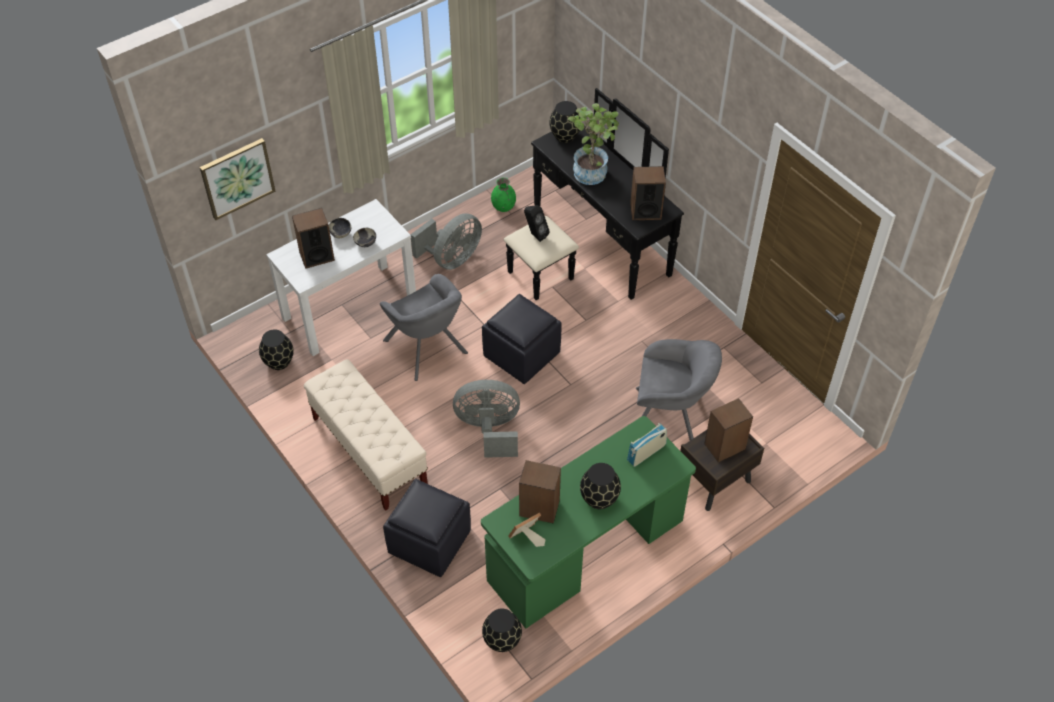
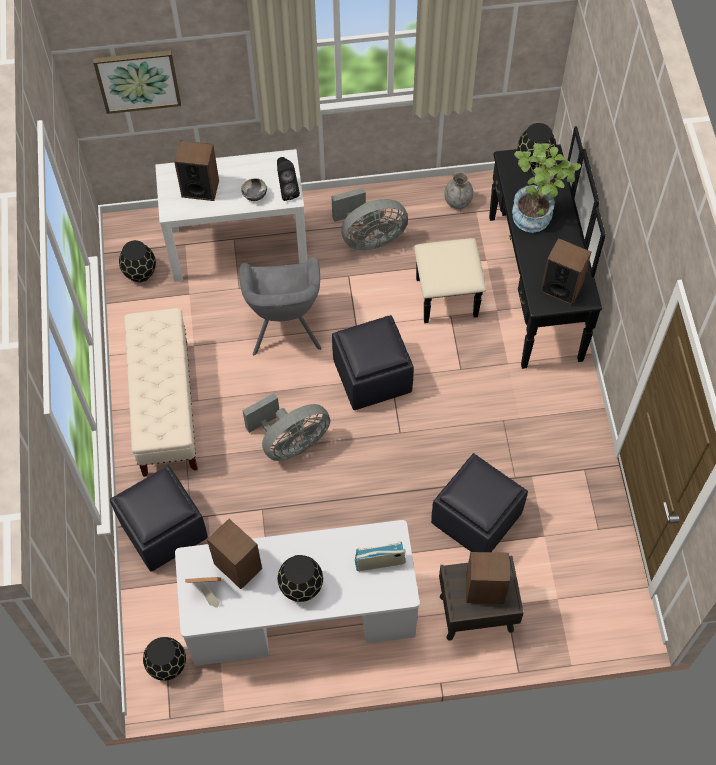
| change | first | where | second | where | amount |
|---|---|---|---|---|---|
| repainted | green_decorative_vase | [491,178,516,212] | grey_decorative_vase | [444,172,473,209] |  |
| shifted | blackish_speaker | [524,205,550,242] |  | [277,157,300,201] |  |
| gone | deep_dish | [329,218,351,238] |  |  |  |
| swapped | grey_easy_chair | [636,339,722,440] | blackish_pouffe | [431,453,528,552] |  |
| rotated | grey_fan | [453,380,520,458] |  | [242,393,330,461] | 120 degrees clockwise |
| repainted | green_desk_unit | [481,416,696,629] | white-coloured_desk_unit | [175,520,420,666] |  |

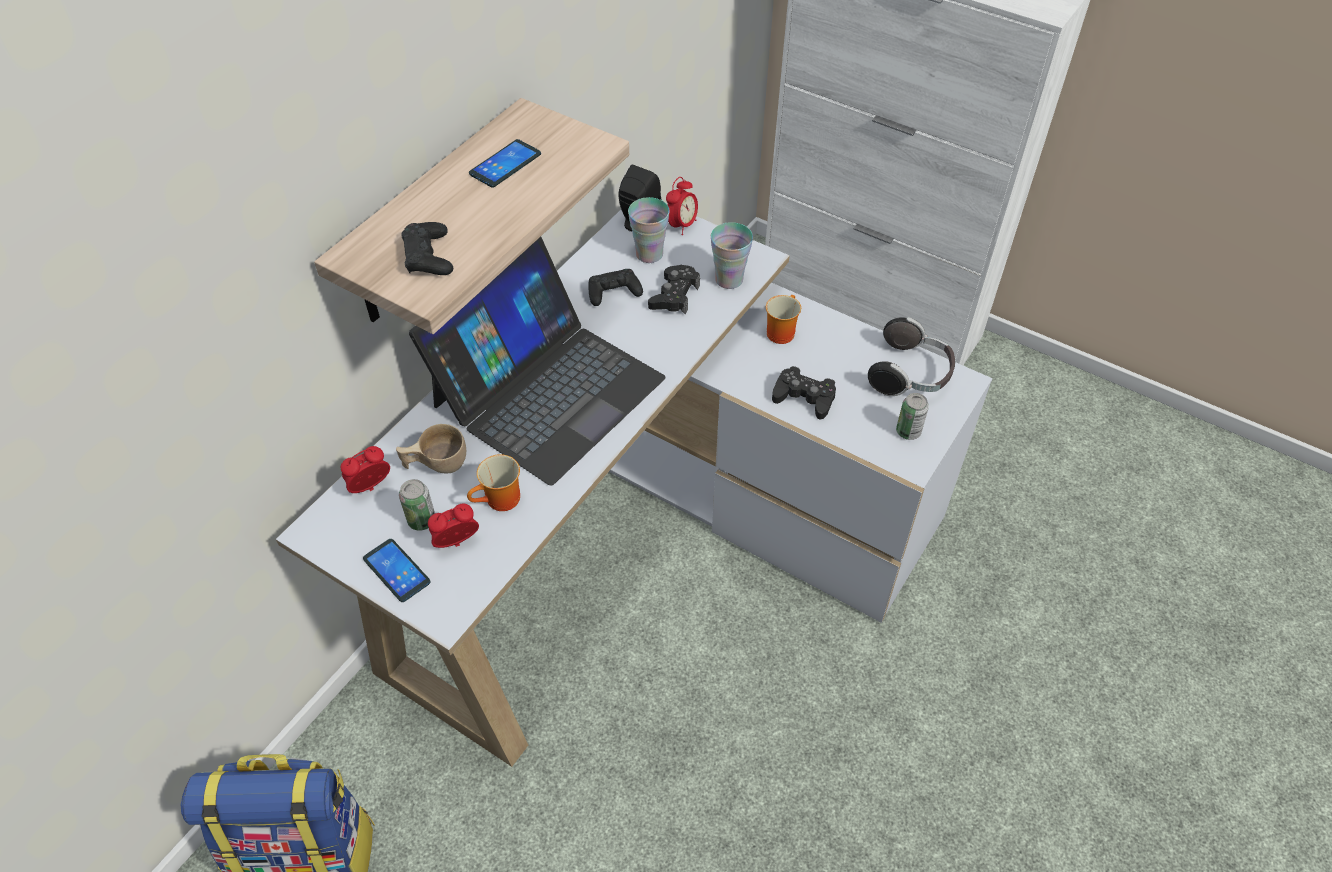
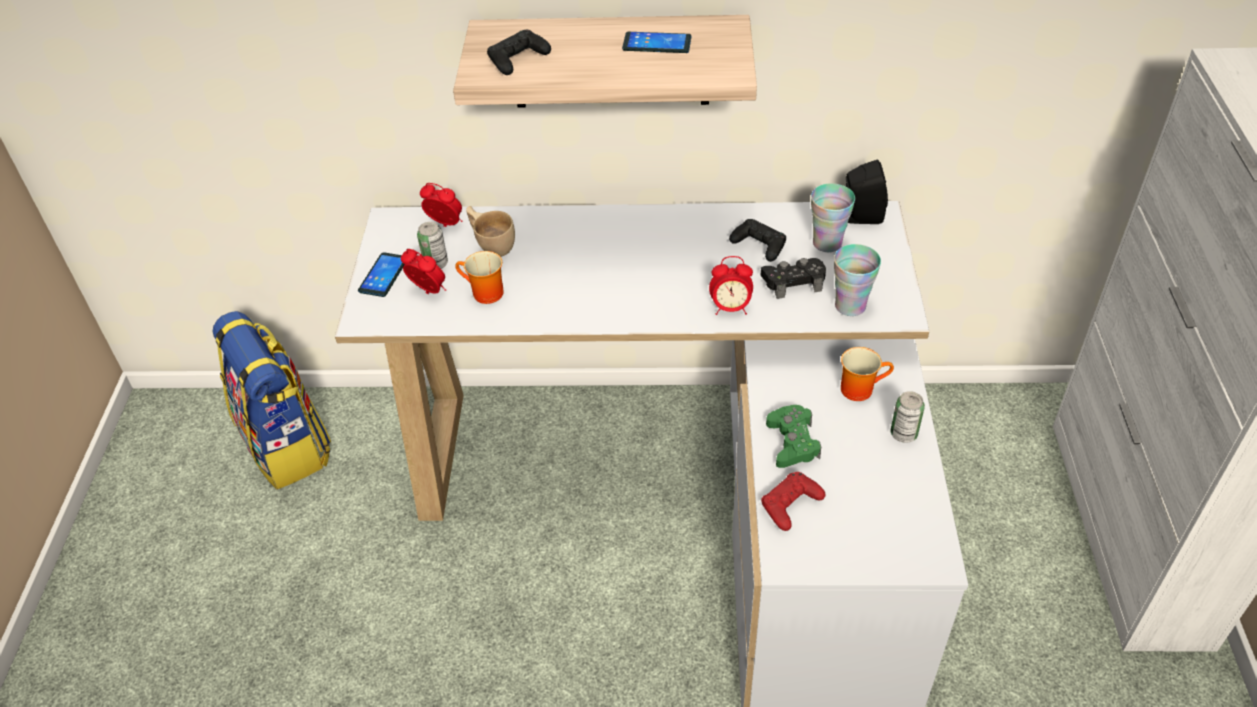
| change | first | where | second | where | amount |
|---|---|---|---|---|---|
| shifted | table_clock | [666,177,698,235] |  | [709,256,753,315] |  |
| gone | notebook_computer | [409,237,666,486] |  |  |  |
| gone | headset | [868,317,955,396] |  |  |  |
| repainted | blackish_gamepad | [772,366,836,420] | green_gamepad | [766,405,821,468] |  |
| shifted | can | [896,393,929,440] |  | [890,391,925,443] |  |
| new |  |  | red_gamepad | [761,472,825,531] |  |

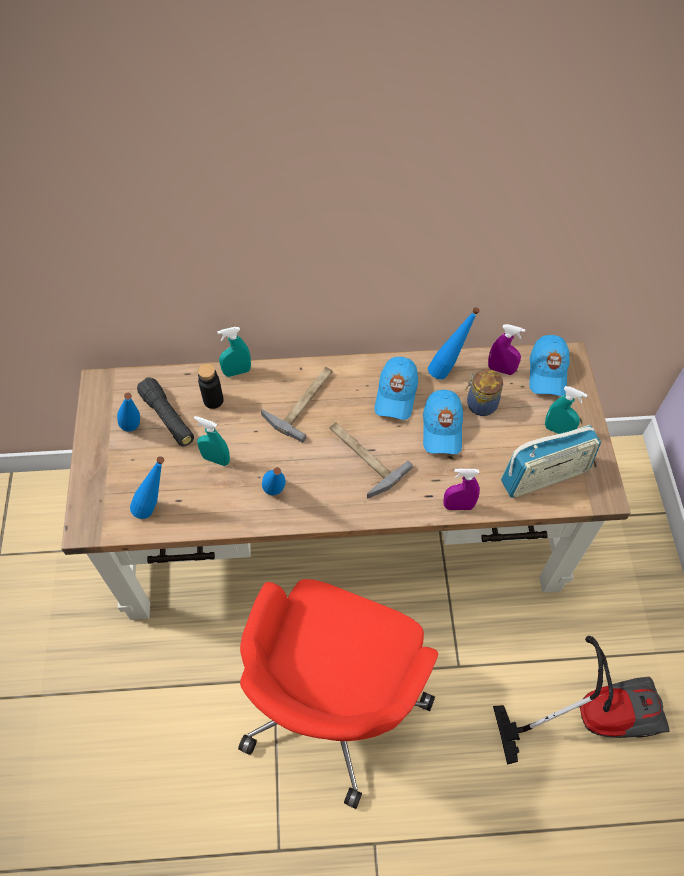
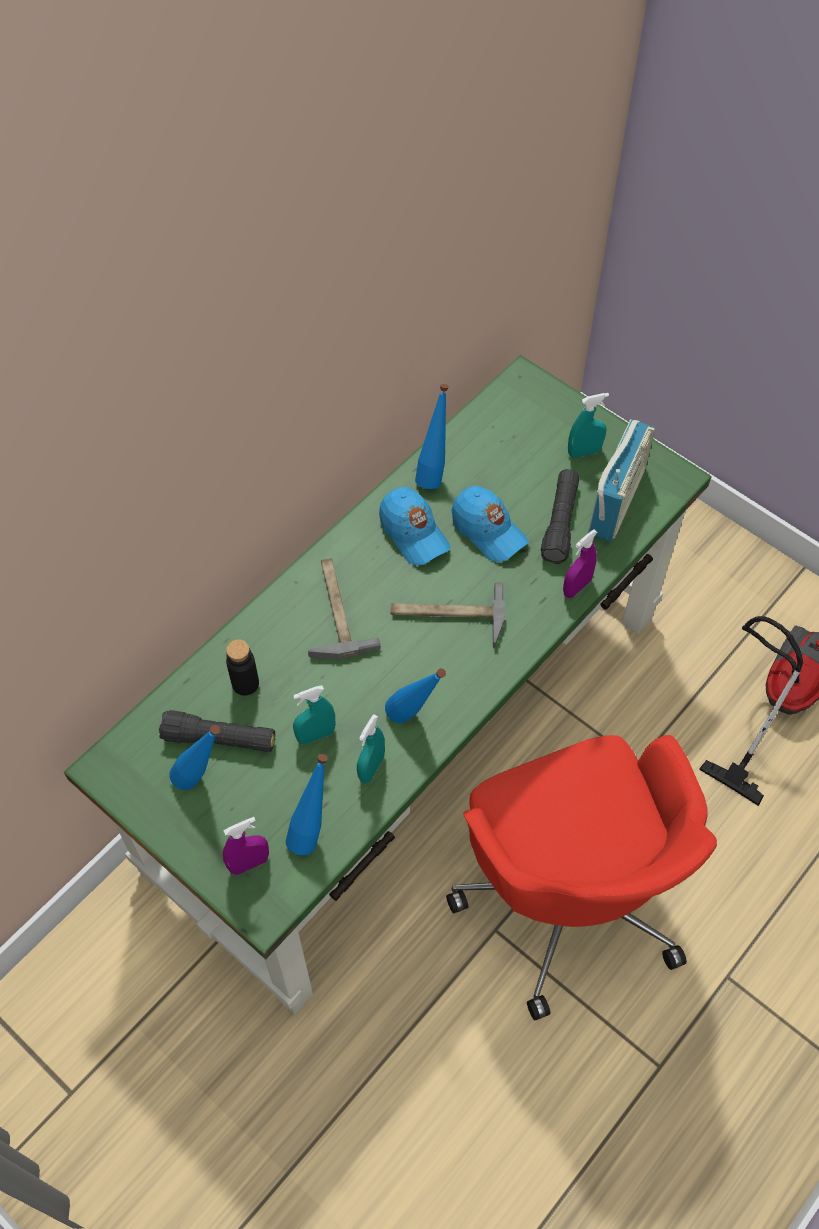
| change | first | where | second | where | amount |
|---|---|---|---|---|---|
| shifted | purplish_spray_bottle | [488,324,525,375] |  | [223,817,269,875] |  |
| shifted | turquoise-coloured_spray_bottle | [217,327,251,377] |  | [357,714,385,783] |  |
| gone | blue_peaked_cap | [529,335,569,396] |  |  |  |
| repainted | brown-coloured_desk_unit | [61,342,631,620] | green_desk_unit | [64,355,712,1015] |  |
| gone | storage_jar | [465,369,503,416] |  |  |  |
| new |  |  | blackish_hand_torch | [541,469,579,564] |  |

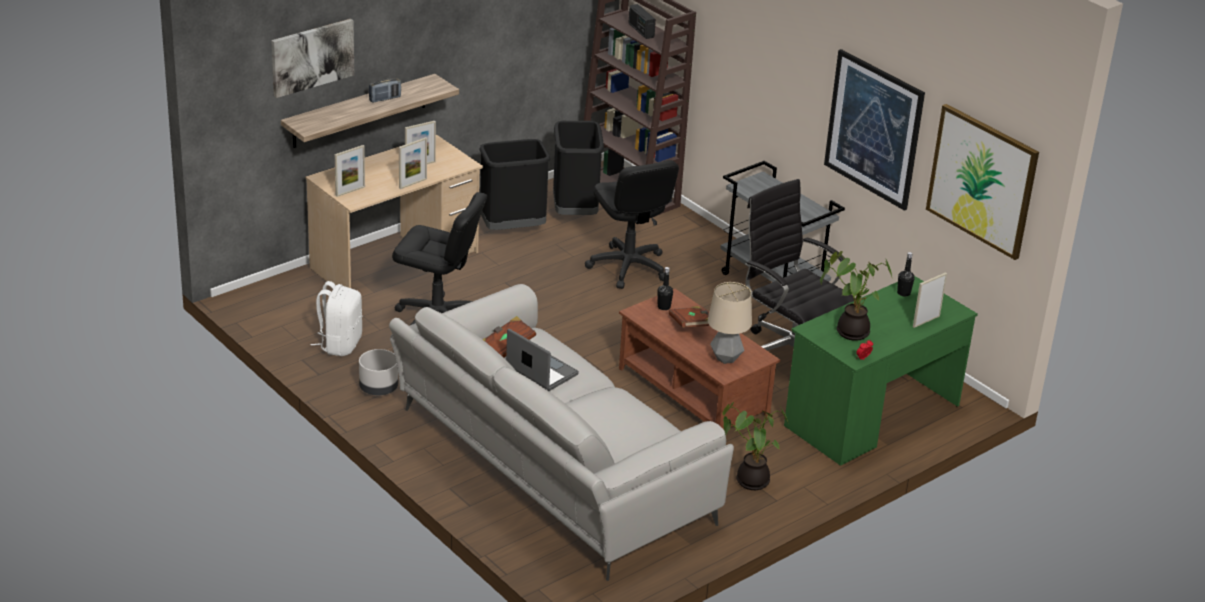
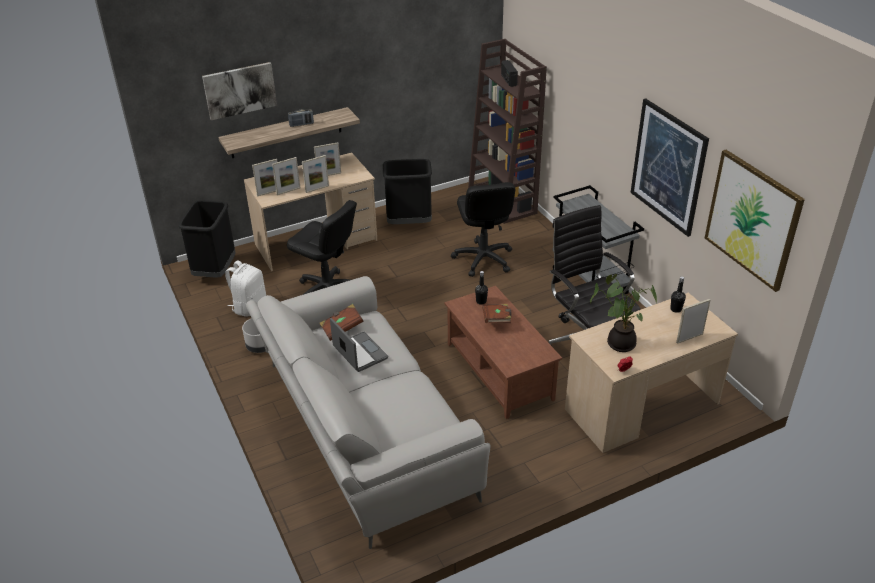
| change | first | where | second | where | amount |
|---|---|---|---|---|---|
| shifted | blackish_rubbish_bin | [553,121,604,215] |  | [179,200,235,278] |  |
| repainted | green_desk_unit | [784,276,978,466] | beige-coloured_desk_unit | [565,293,738,453] |  |
| gone | tabletop_lamp | [708,282,752,364] |  |  |  |
| gone | plant_in_a_pot | [722,402,788,490] |  |  |  |
| new |  |  | standing_frame | [272,157,300,195] |  |

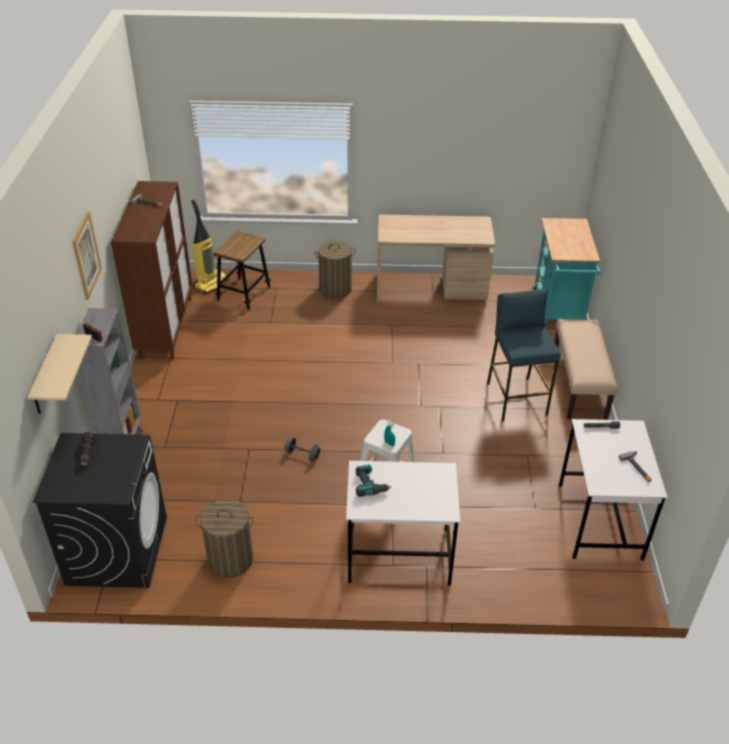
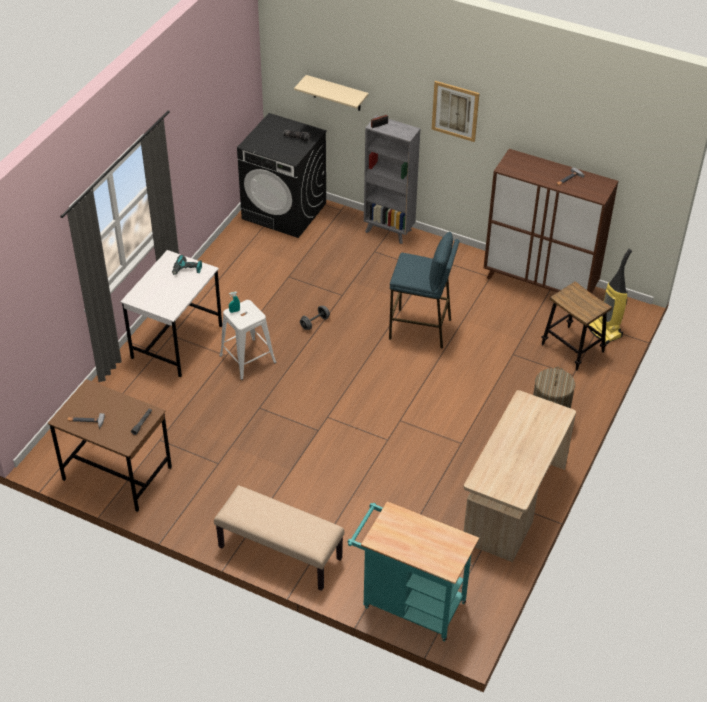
| change | first | where | second | where | amount |
|---|---|---|---|---|---|
| shifted | blue_sitting_stool | [487,289,561,421] |  | [389,232,460,349] |  |
| repainted | white-coloured_desk_unit | [559,419,667,561] | brown-coloured_desk_unit | [48,379,172,512] |  |
| gone | laundry_basket | [195,499,254,578] |  |  |  |

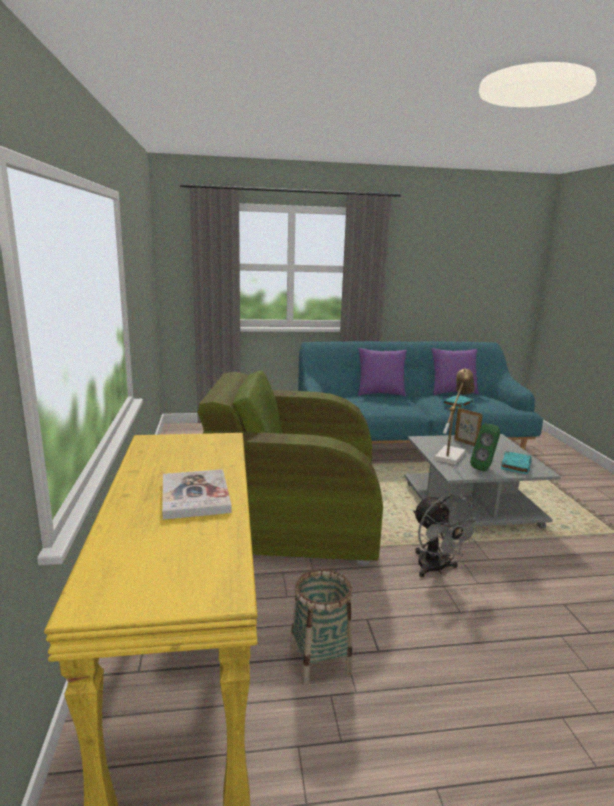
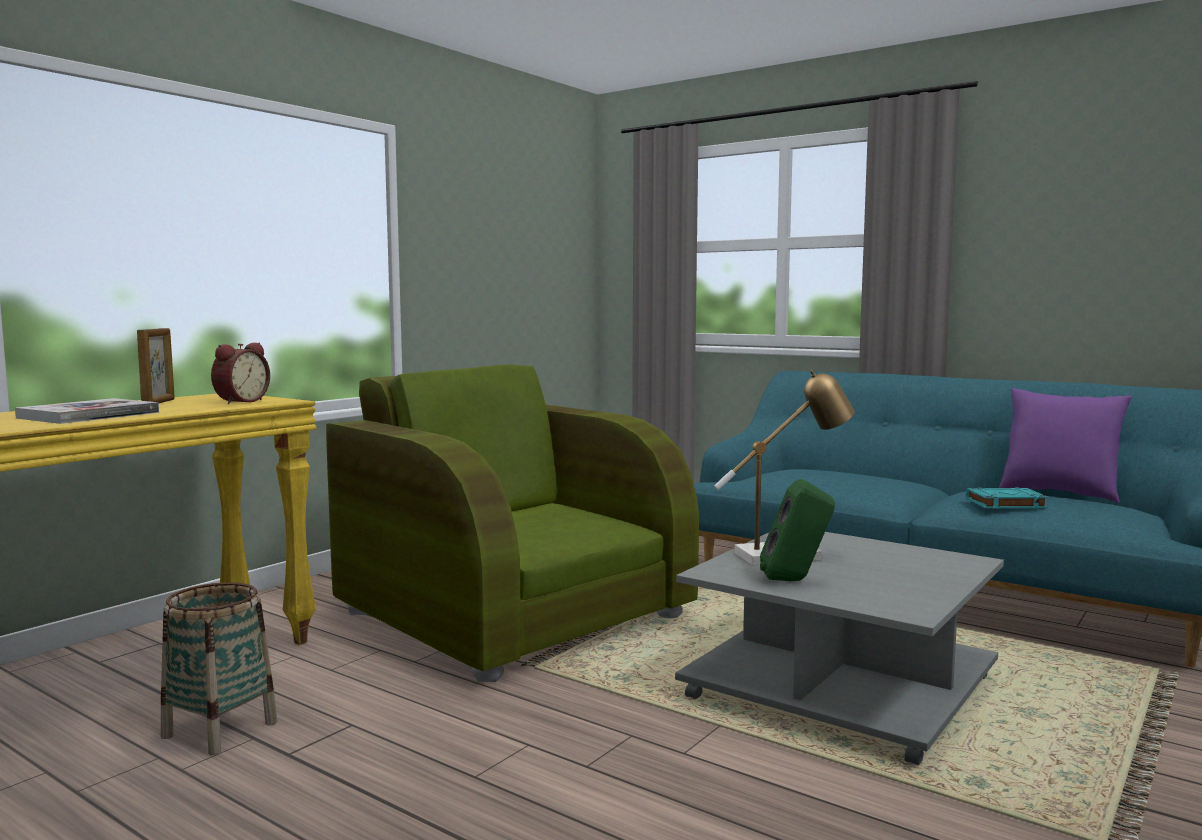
| change | first | where | second | where | amount |
|---|---|---|---|---|---|
| gone | purplish_pillow | [358,348,407,396] |  |  |  |
| shifted | standing_frame | [454,408,483,446] |  | [137,328,175,403] |  |
| gone | turquoise-coloured_book | [501,451,532,474] |  |  |  |
| gone | grey_fan | [413,494,482,577] |  |  |  |
| new |  |  | table_clock | [211,343,270,404] |  |

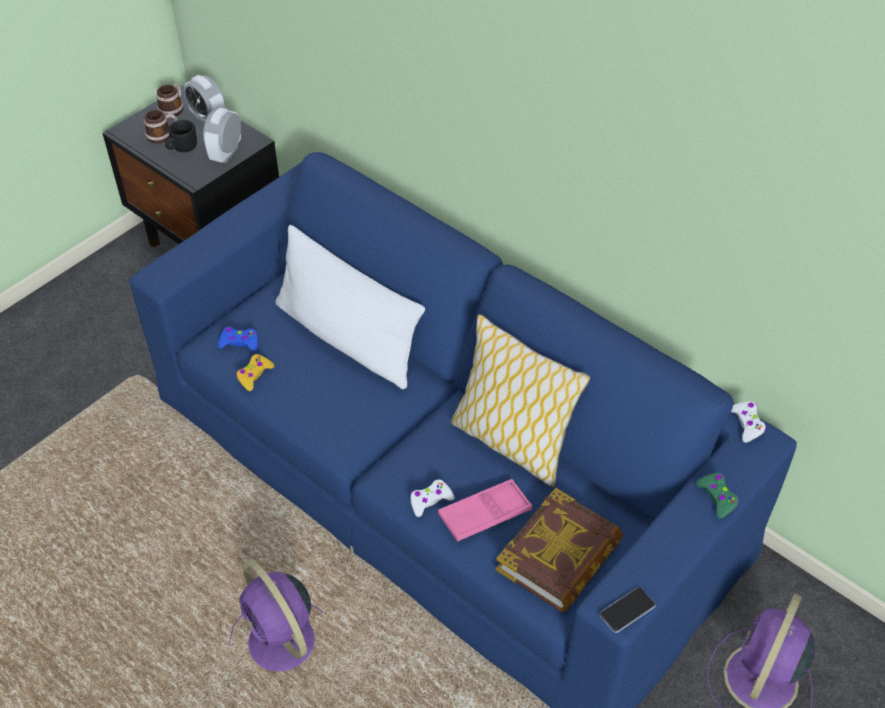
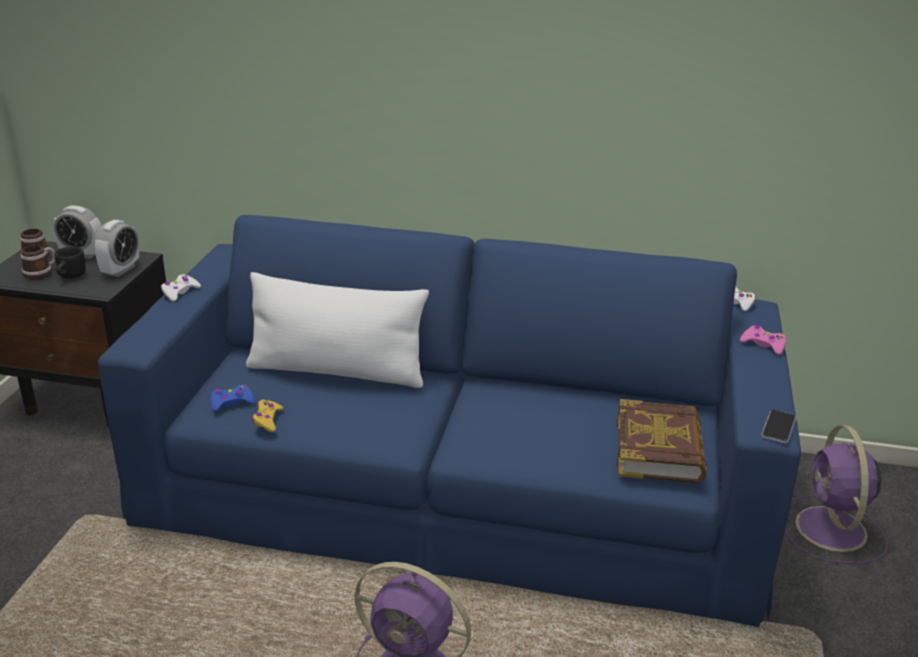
| change | first | where | second | where | amount |
|---|---|---|---|---|---|
| rotated | table_clock | [203,107,241,163] |  | [94,220,139,277] | 150 degrees counterclockwise |
| gone | pillow | [451,314,590,487] |  |  |  |
| repainted | green_gamepad | [696,473,739,519] | pinkish_gamepad | [740,325,786,355] |  |
| shifted | white-coloured_gamepad | [410,479,455,517] |  | [161,274,201,302] |  |
| gone | pinkish_carrying_tray | [438,479,532,542] |  |  |  |

